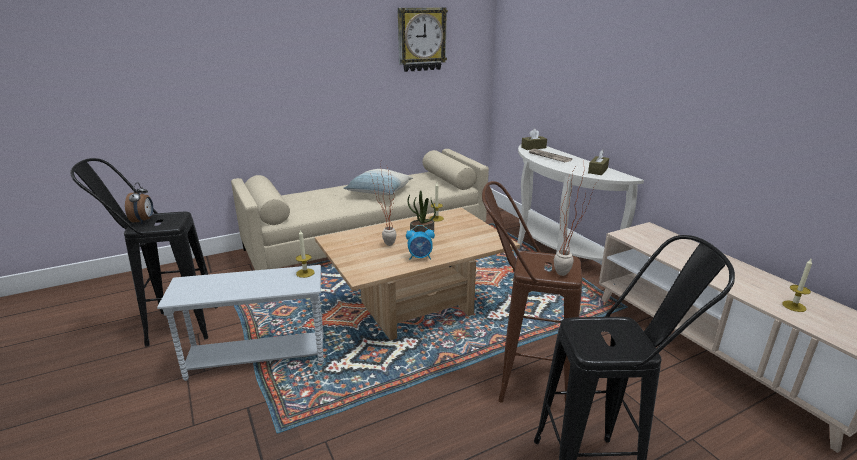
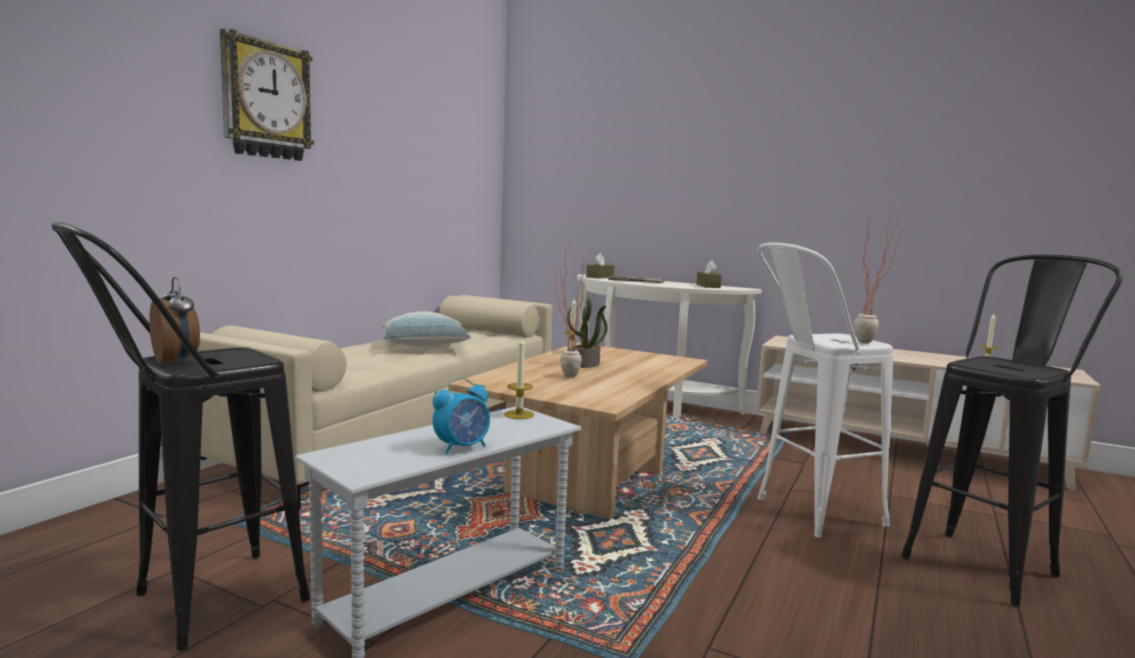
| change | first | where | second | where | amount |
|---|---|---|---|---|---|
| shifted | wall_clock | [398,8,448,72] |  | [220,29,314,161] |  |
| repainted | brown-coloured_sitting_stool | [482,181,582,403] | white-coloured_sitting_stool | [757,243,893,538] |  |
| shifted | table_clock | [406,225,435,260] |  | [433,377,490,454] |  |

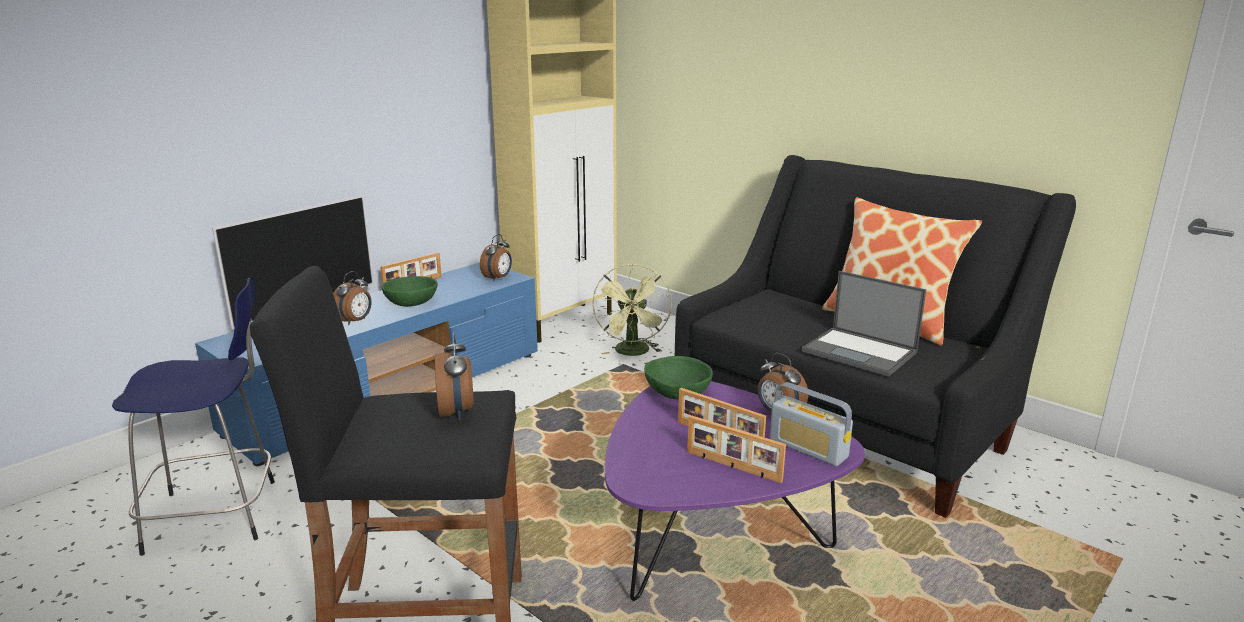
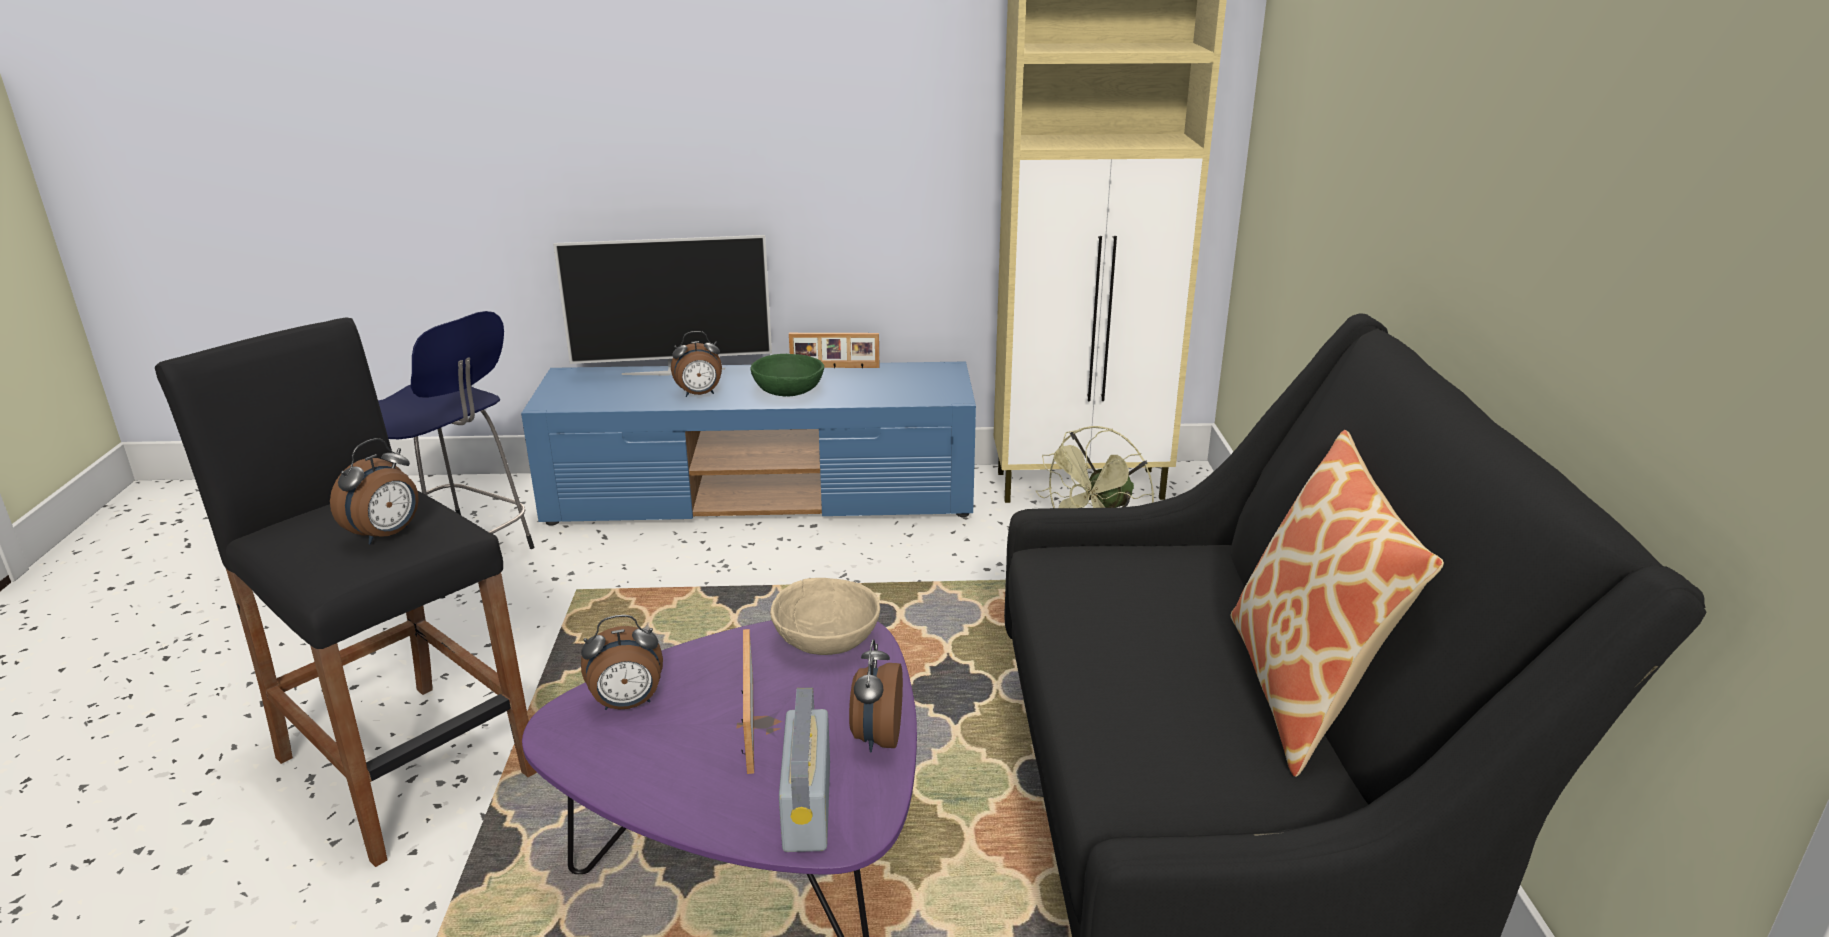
| change | first | where | second | where | amount |
|---|---|---|---|---|---|
| shifted | table_clock | [480,234,512,281] |  | [581,615,663,710] |  |
| gone | notebook_computer | [802,271,926,377] |  |  |  |
| repainted | green_deep_dish | [644,356,713,400] | beige-coloured_deep_dish | [770,578,880,655] |  |
| gone | standing_frame | [687,415,786,483] |  |  |  |

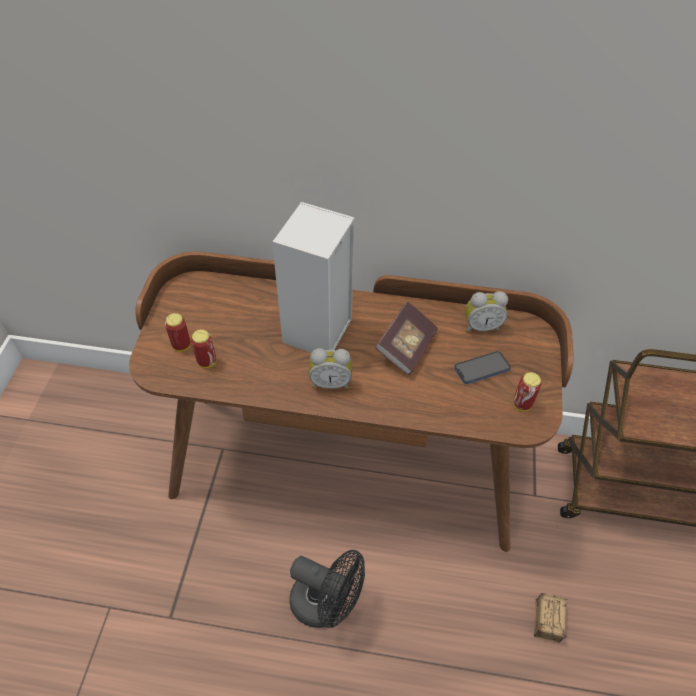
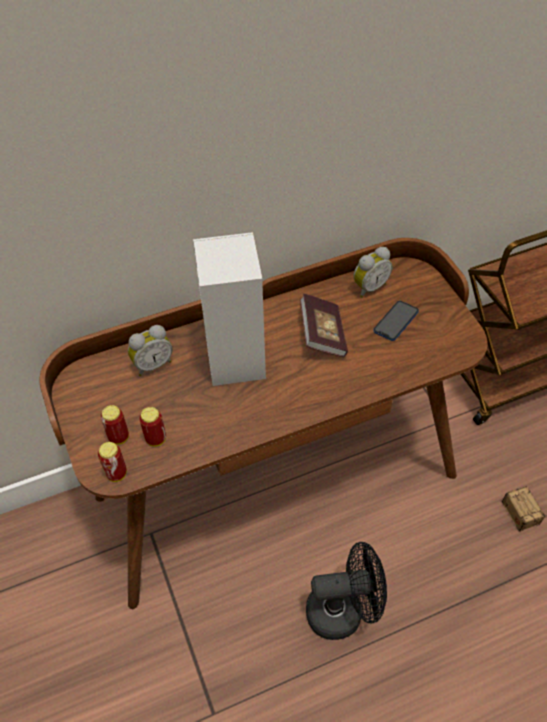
| change | first | where | second | where | amount |
|---|---|---|---|---|---|
| shifted | table_clock | [309,348,352,389] |  | [128,325,173,376] |  |
| shifted | can | [513,372,541,411] |  | [98,442,127,482] |  |

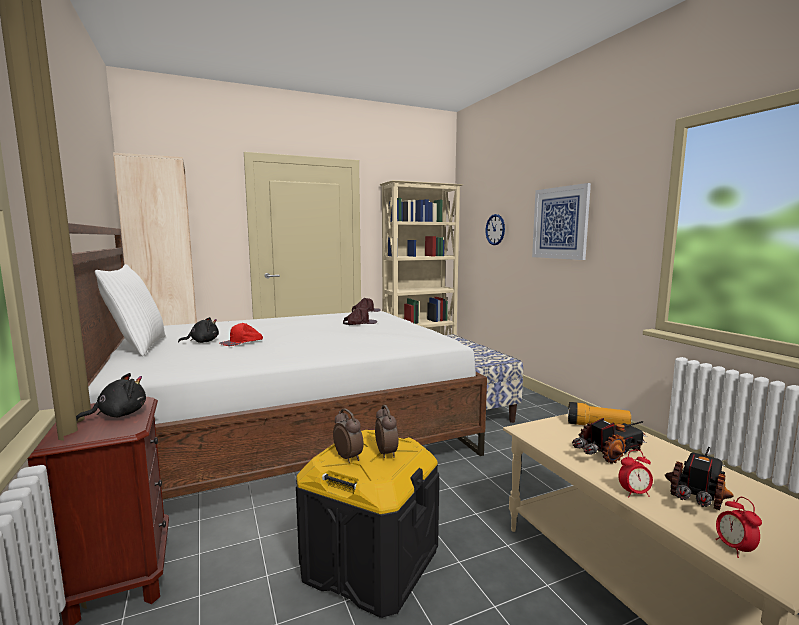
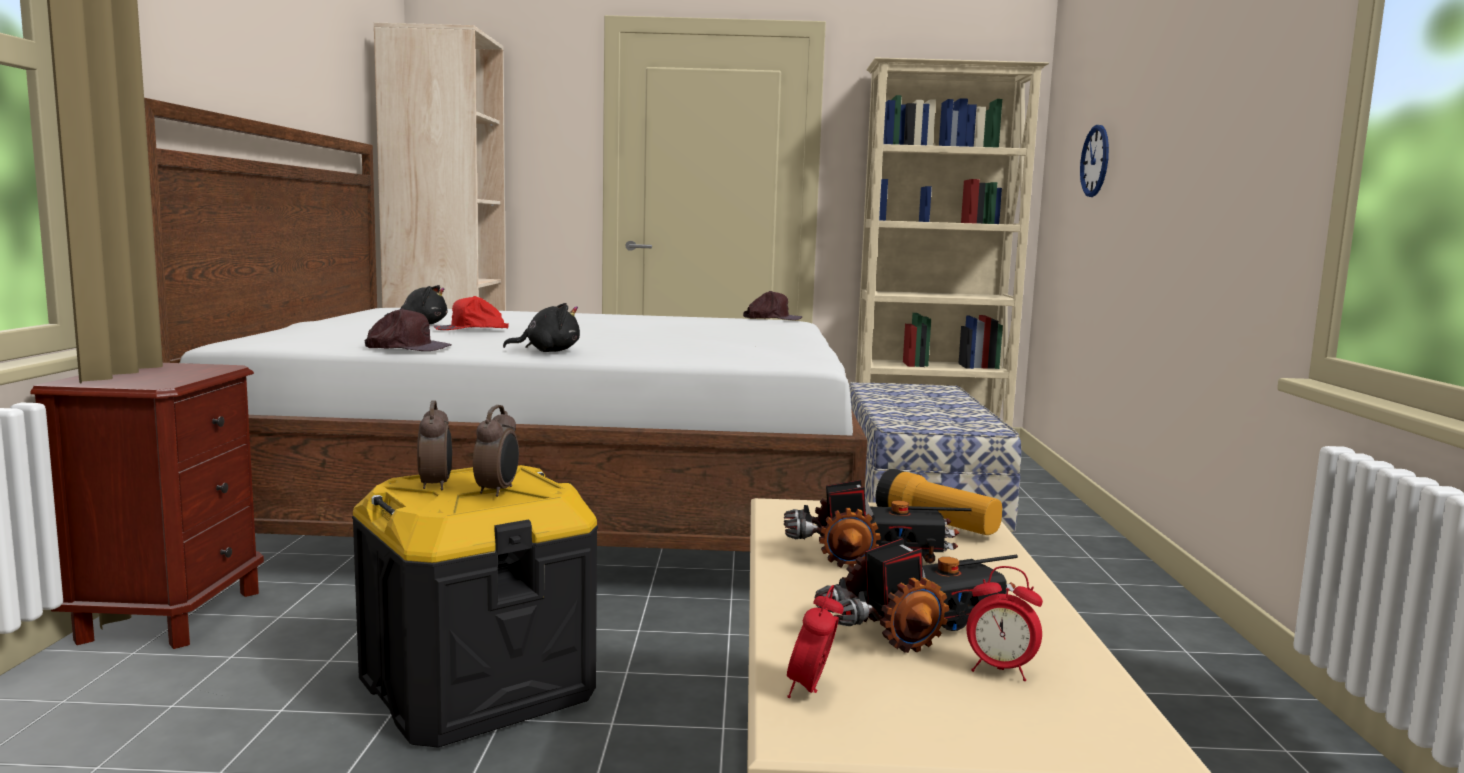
| change | first | where | second | where | amount |
|---|---|---|---|---|---|
| gone | wall_picture | [532,183,591,260] |  |  |  |
| gone | white-coloured_pillow | [95,264,166,356] |  |  |  |
| shifted | brown-coloured_peaked_cap | [343,308,377,325] |  | [365,309,452,351] |  |
| shifted | blackish_plush_toy | [76,373,146,420] |  | [503,303,580,352] |  |
| shifted | table_clock | [619,450,653,497] |  | [967,566,1043,681] |  |

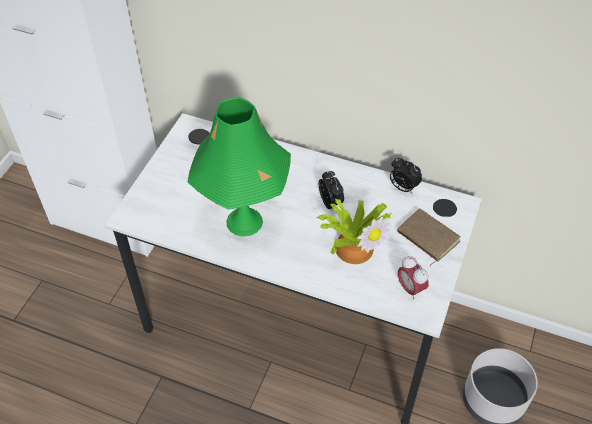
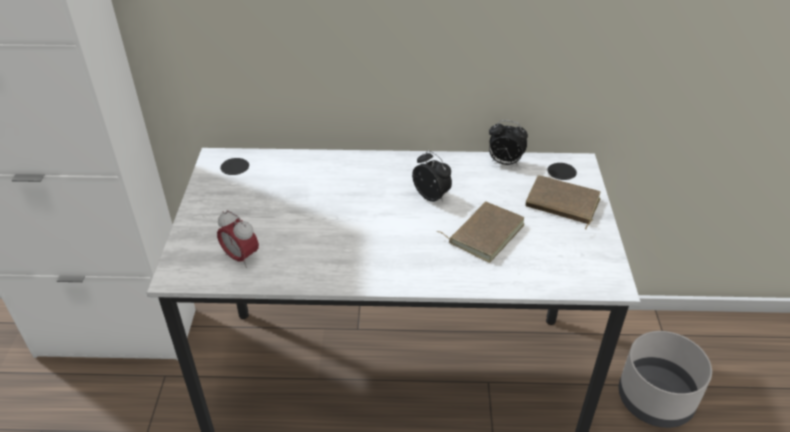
| change | first | where | second | where | amount |
|---|---|---|---|---|---|
| gone | green_tabletop_lamp | [188,97,291,237] |  |  |  |
| swapped | plant_in_a_pot | [316,199,392,264] | brown-coloured_book | [437,201,524,263] |  |
| shifted | table_clock | [398,256,429,300] |  | [217,210,259,268] |  |

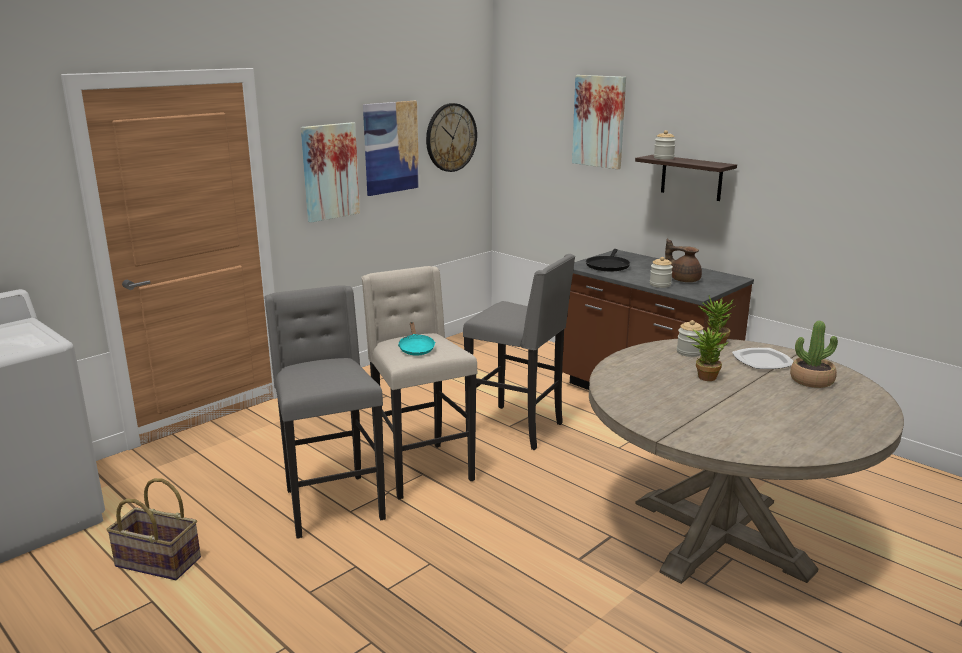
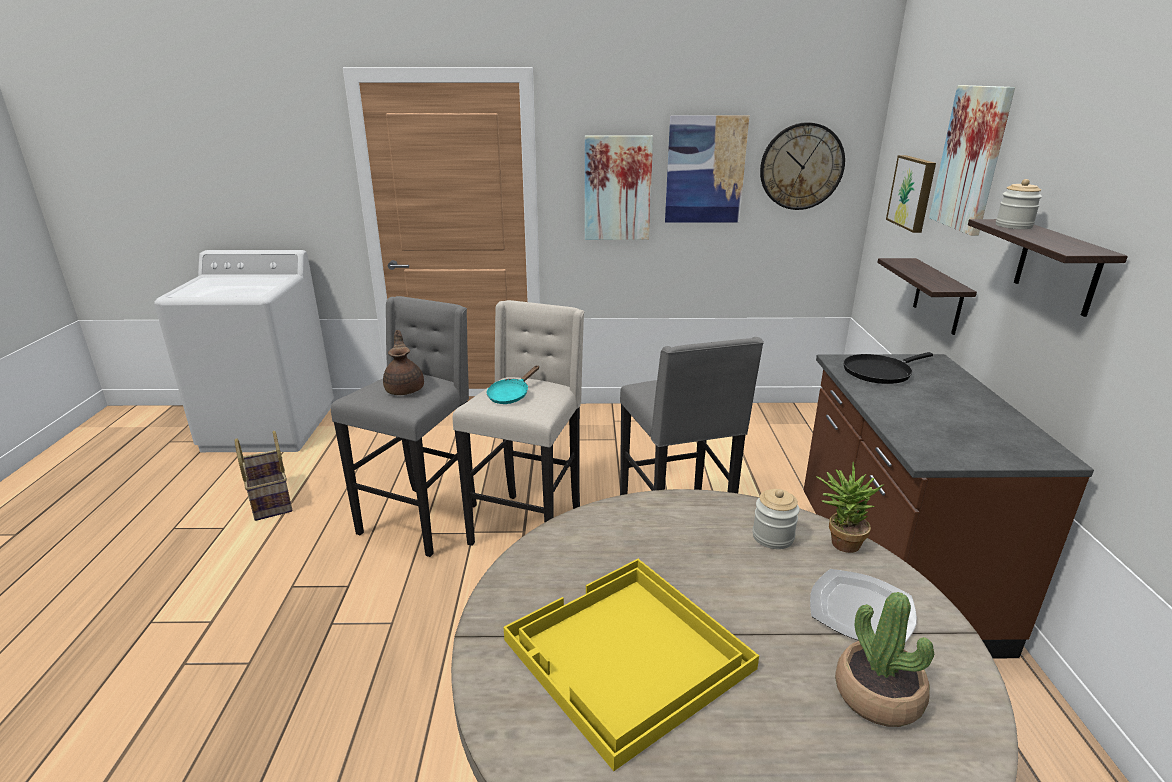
| change | first | where | second | where | amount |
|---|---|---|---|---|---|
| shifted | brown-coloured_teapot | [665,239,702,282] |  | [383,330,424,395] |  |
| gone | storage_jar | [650,257,673,288] |  |  |  |
| gone | plant_in_a_pot | [687,324,729,381] |  |  |  |
| new |  |  | wall_picture | [886,155,936,233] |  |
| new |  |  | bracket_shelf | [877,258,977,335] |  |
| new |  |  | yellow_carrying_tray | [504,559,759,771] |  |

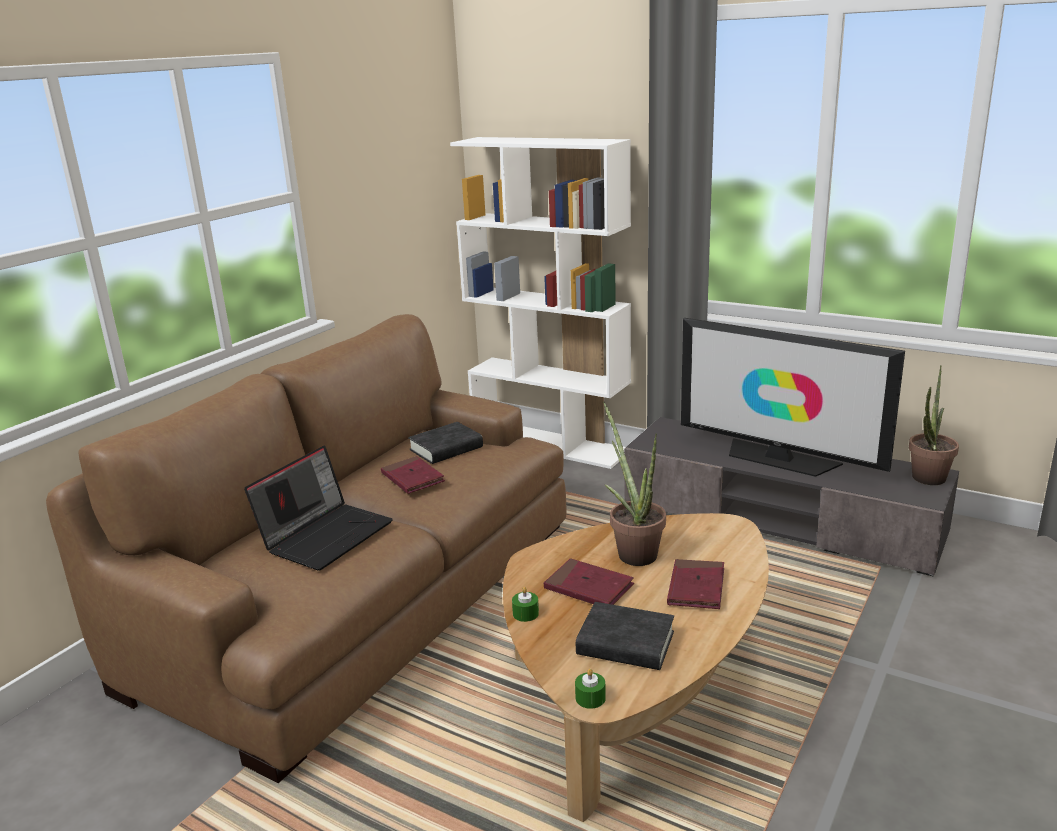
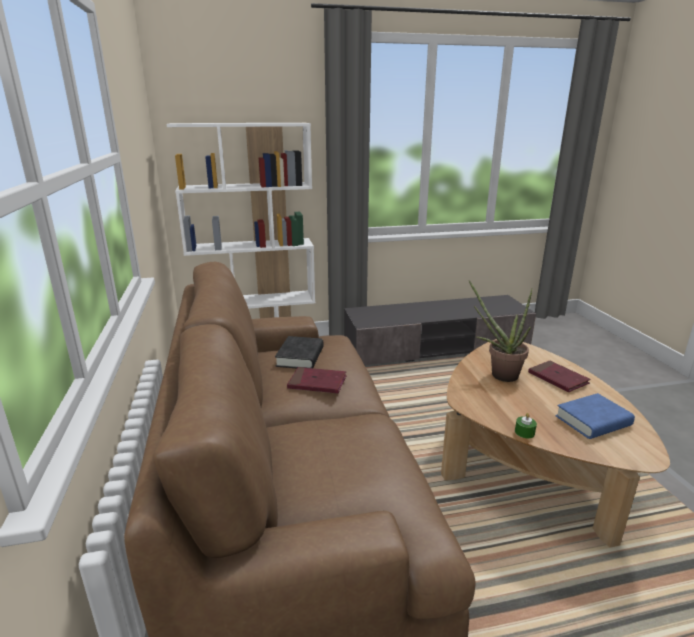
| change | first | where | second | where | amount |
|---|---|---|---|---|---|
| gone | TV_set | [681,318,905,477] |  |  |  |
| gone | plant_in_a_pot | [909,365,959,485] |  |  |  |
| gone | notebook_computer | [244,445,393,571] |  |  |  |
| gone | red_book | [544,558,634,605] |  |  |  |
| repainted | blackish_book | [576,602,674,670] | blue_book | [556,393,635,439] |  |
| gone | green_candle | [575,668,606,709] |  |  |  |

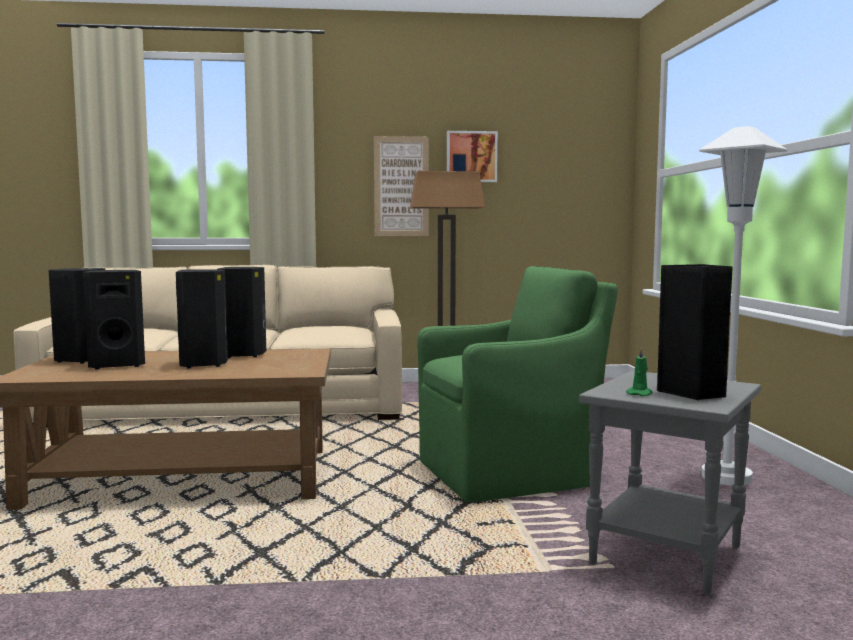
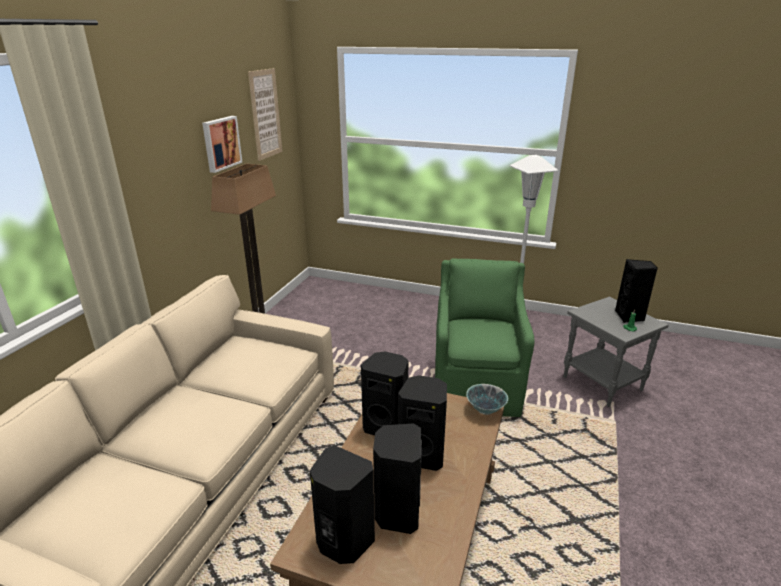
| change | first | where | second | where | amount |
|---|---|---|---|---|---|
| shifted | wall_picture | [374,136,429,236] |  | [248,68,282,161] |  |
| new |  |  | deep_dish | [466,384,508,415] |  |

